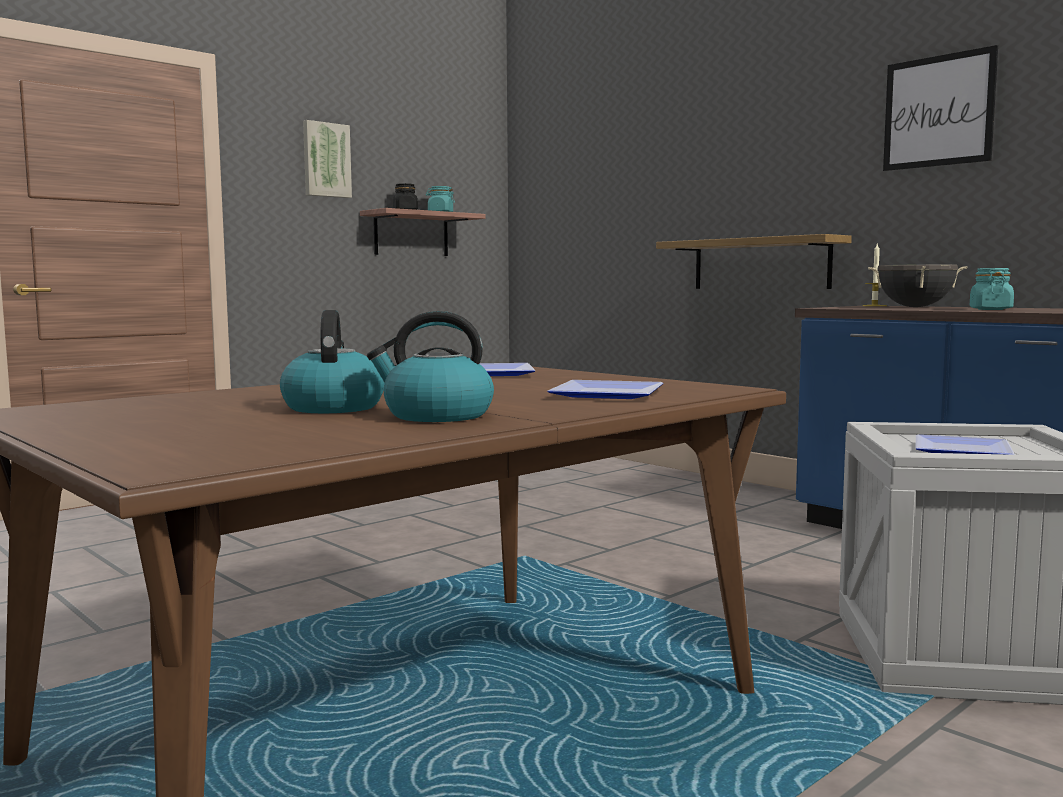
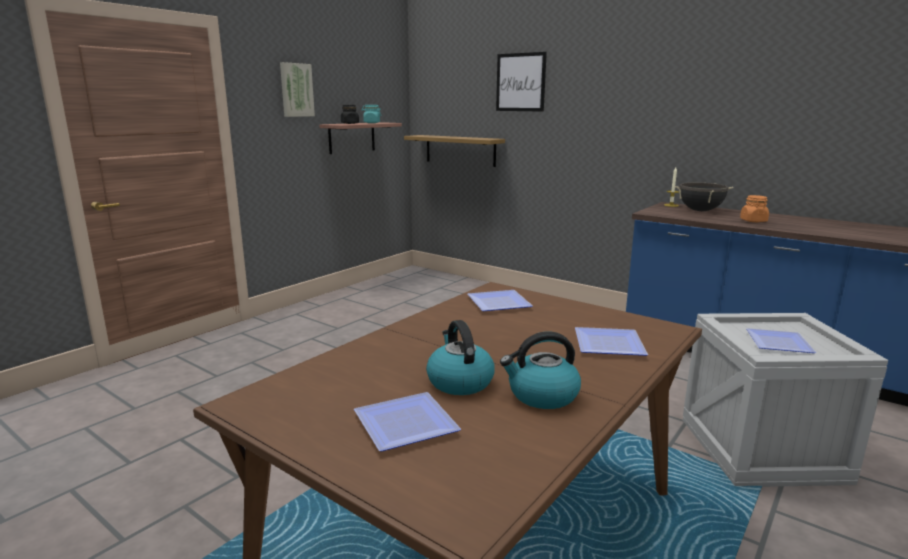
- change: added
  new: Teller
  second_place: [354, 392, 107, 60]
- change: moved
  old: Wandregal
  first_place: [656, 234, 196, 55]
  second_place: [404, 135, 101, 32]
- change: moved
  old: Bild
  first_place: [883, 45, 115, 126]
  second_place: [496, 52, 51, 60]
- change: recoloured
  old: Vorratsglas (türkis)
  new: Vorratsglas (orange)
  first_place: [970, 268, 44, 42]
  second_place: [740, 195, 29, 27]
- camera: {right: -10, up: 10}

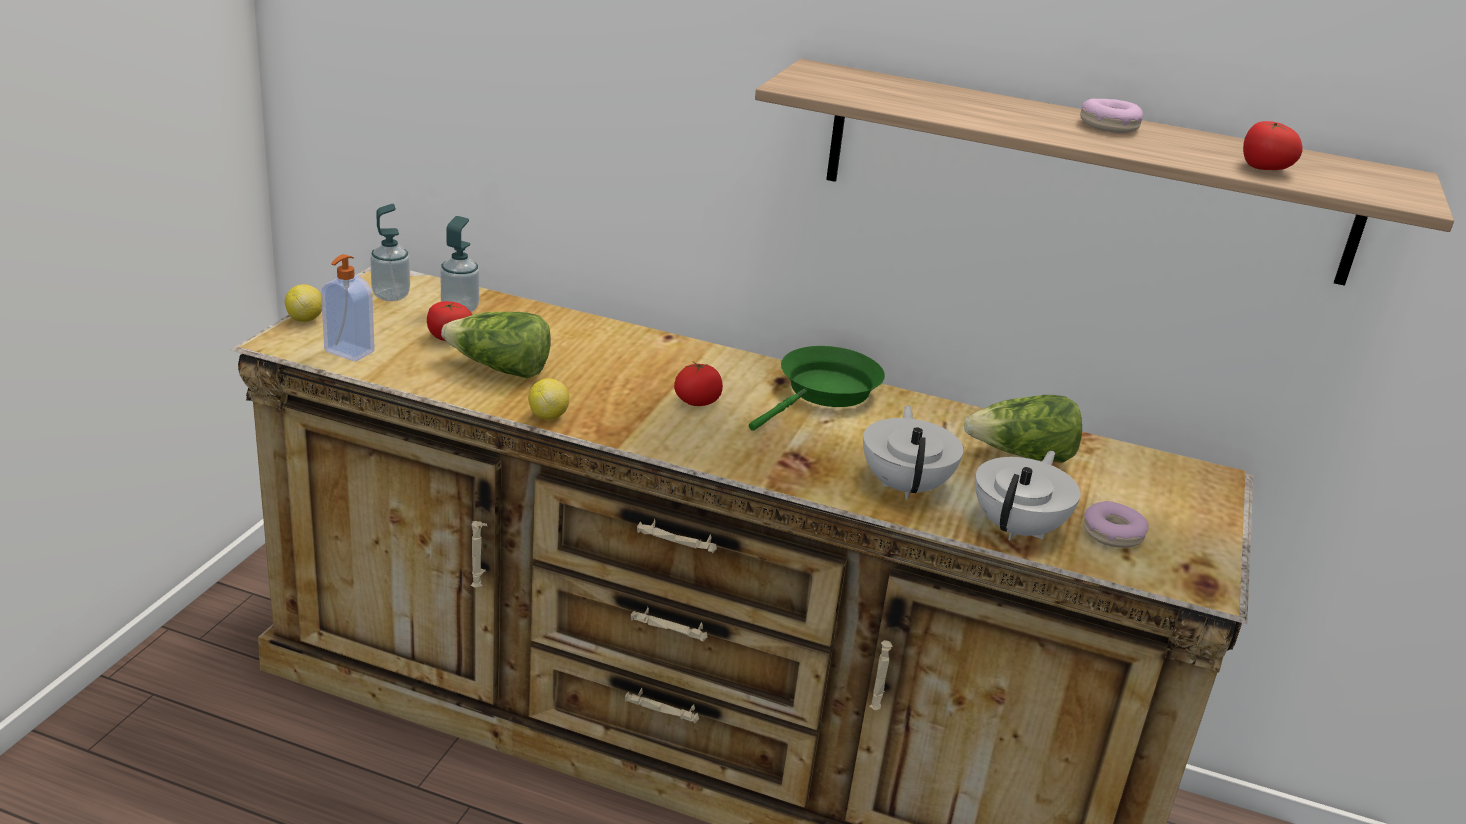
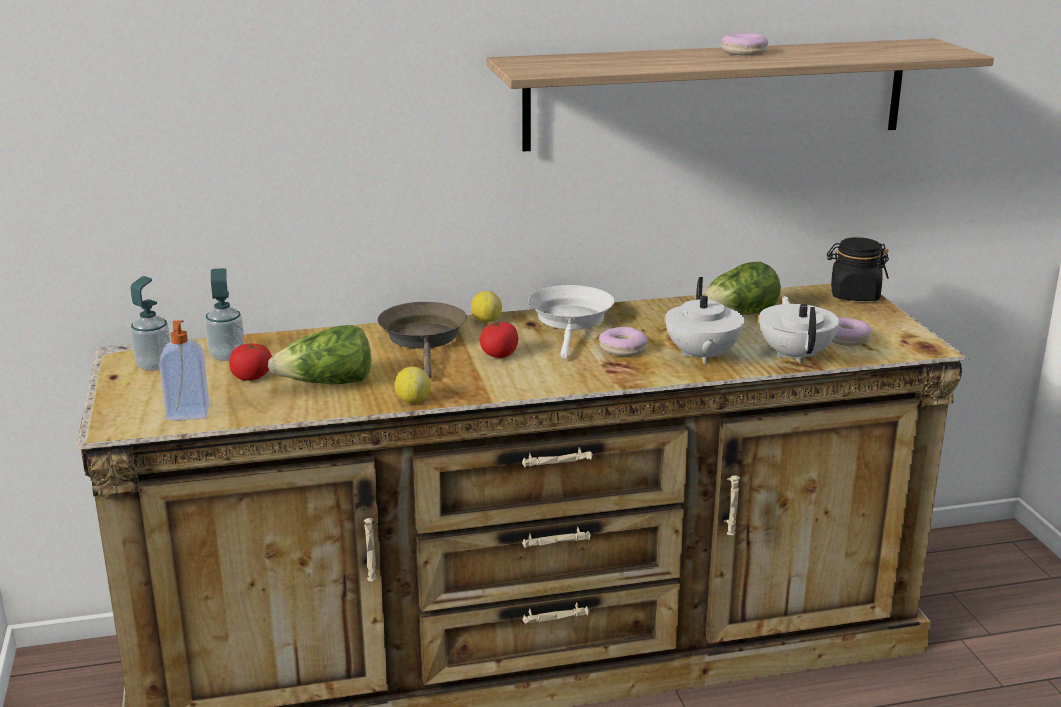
- change: removed
  old: Tomate
  first_place: [1243, 121, 59, 49]
- change: added
  new: Pfanne (braun)
  second_place: [378, 302, 89, 77]
- change: added
  new: Donut
  second_place: [599, 327, 49, 29]
- change: added
  new: Vorratsglas (schwarz)
  second_place: [827, 237, 62, 64]
- change: moved
  old: Zitrone
  first_place: [285, 284, 37, 38]
  second_place: [471, 291, 31, 31]
- change: recoloured
  old: Pfanne (grün)
  new: Pfanne (weiß)
  first_place: [749, 346, 136, 85]
  second_place: [528, 285, 86, 74]
- change: turned
  old: Teekanne (weiß)
  first_place: [863, 405, 100, 95]
  second_place: [665, 277, 79, 87]
  degrees: -150
- camera: {right: -30, up: -5}

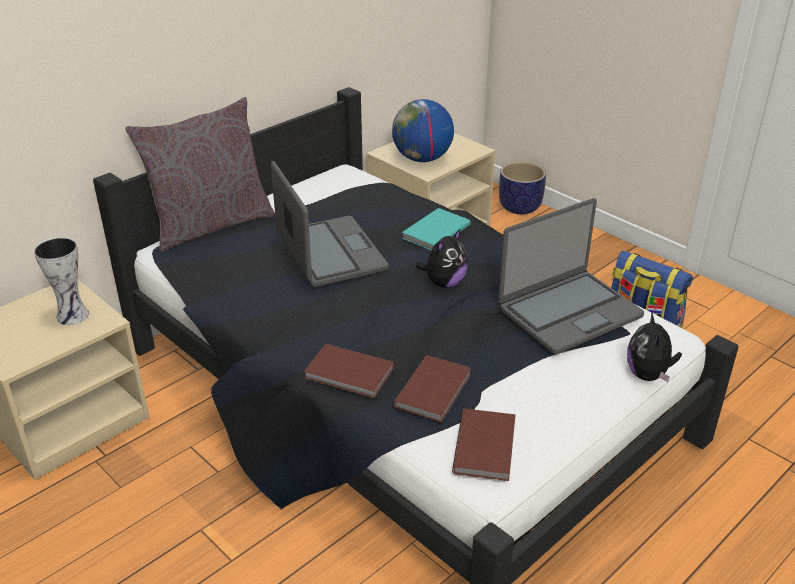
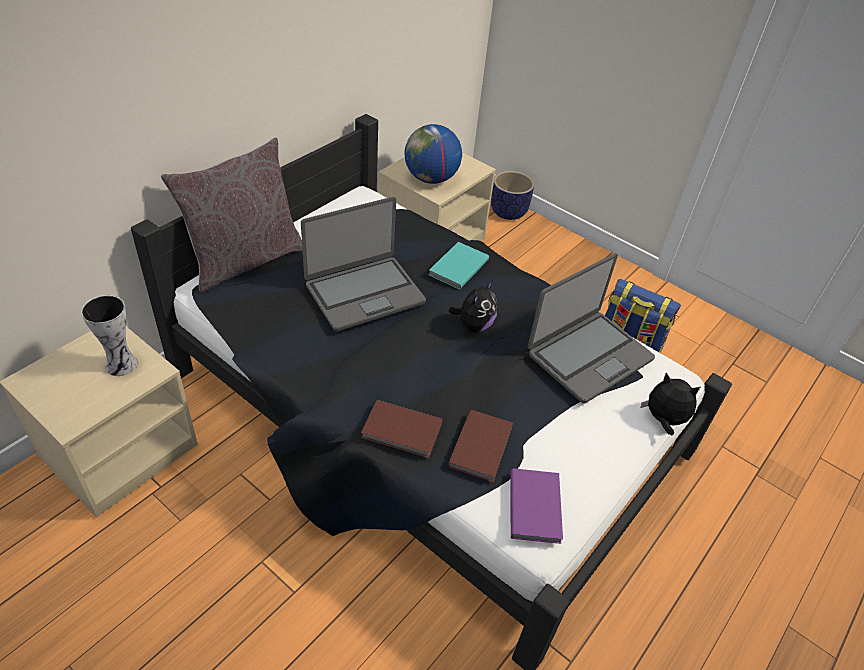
- change: recoloured
  old: Buch (braun)
  new: Buch (lila)
  first_place: [452, 409, 64, 72]
  second_place: [510, 468, 53, 76]
- change: turned
  old: Laptop
  first_place: [271, 161, 118, 126]
  second_place: [301, 197, 125, 135]
  degrees: 90
- change: turned
  old: Plüschtier
  first_place: [627, 311, 55, 71]
  second_place: [641, 372, 59, 64]
  degrees: 120
- camera: {right: -10, up: 10}

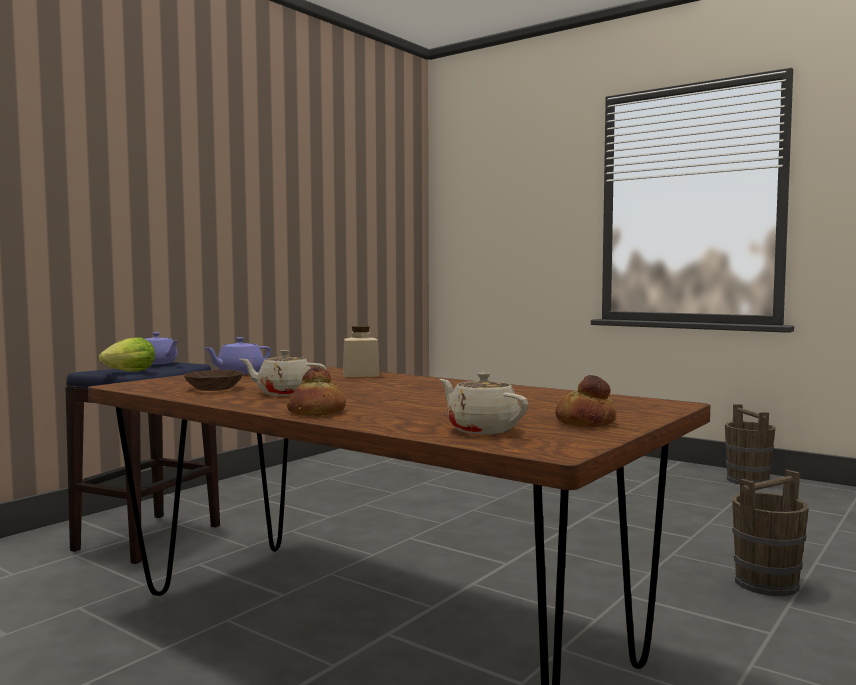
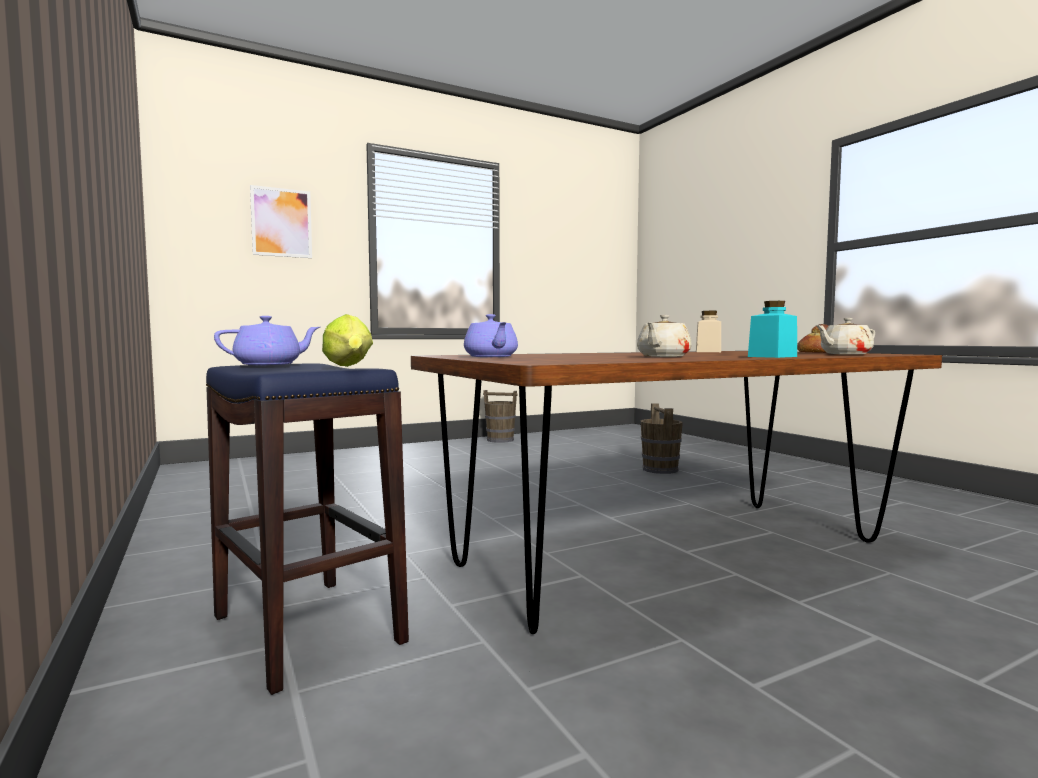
- change: removed
  old: Schüssel (braun)
  first_place: [184, 370, 60, 21]
- change: added
  new: Bild
  second_place: [250, 185, 62, 73]
- change: moved
  old: Vorratsglas (beige)
  first_place: [343, 326, 37, 51]
  second_place: [696, 311, 25, 41]
- change: replaced
  old: Brot
  new: Vorratsglas (türkis)
  first_place: [287, 367, 59, 48]
  second_place: [748, 301, 49, 57]
- camera: {right: -65, up: 0}

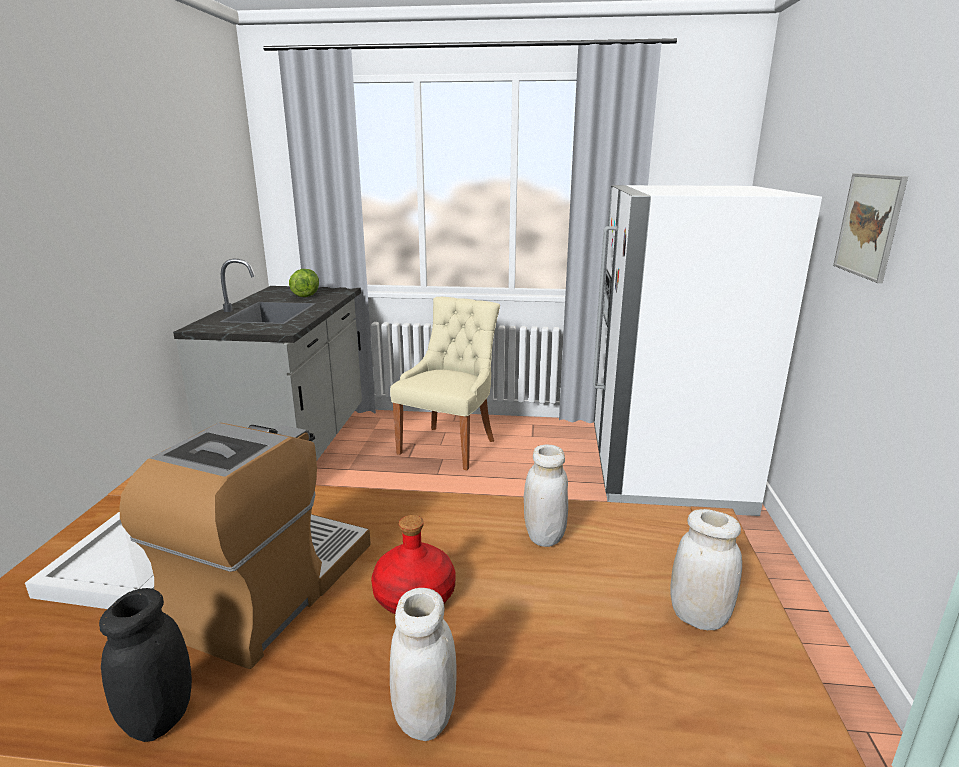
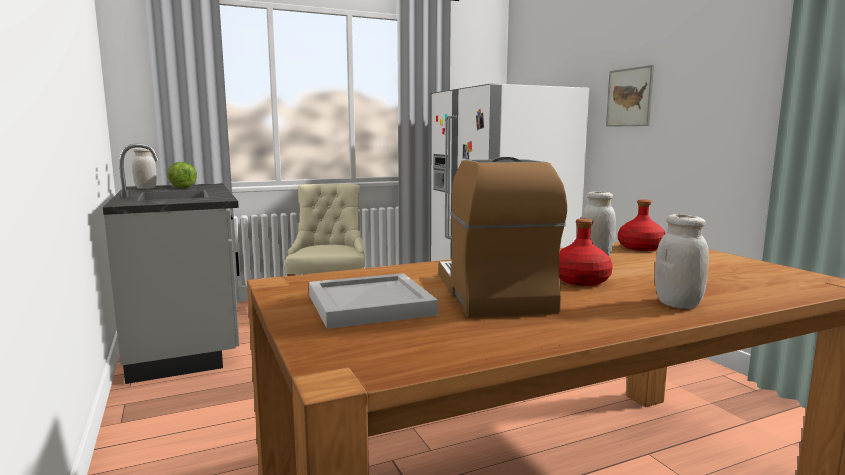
- change: removed
  old: Vorratsglas (schwarz)
  first_place: [99, 588, 93, 154]
- change: added
  new: Flasche (rot)
  second_place: [618, 200, 47, 51]
- change: moved
  old: Vorratsglas (weiß)
  first_place: [670, 509, 72, 121]
  second_place: [132, 148, 25, 41]
- camera: {right: -30, up: -10}

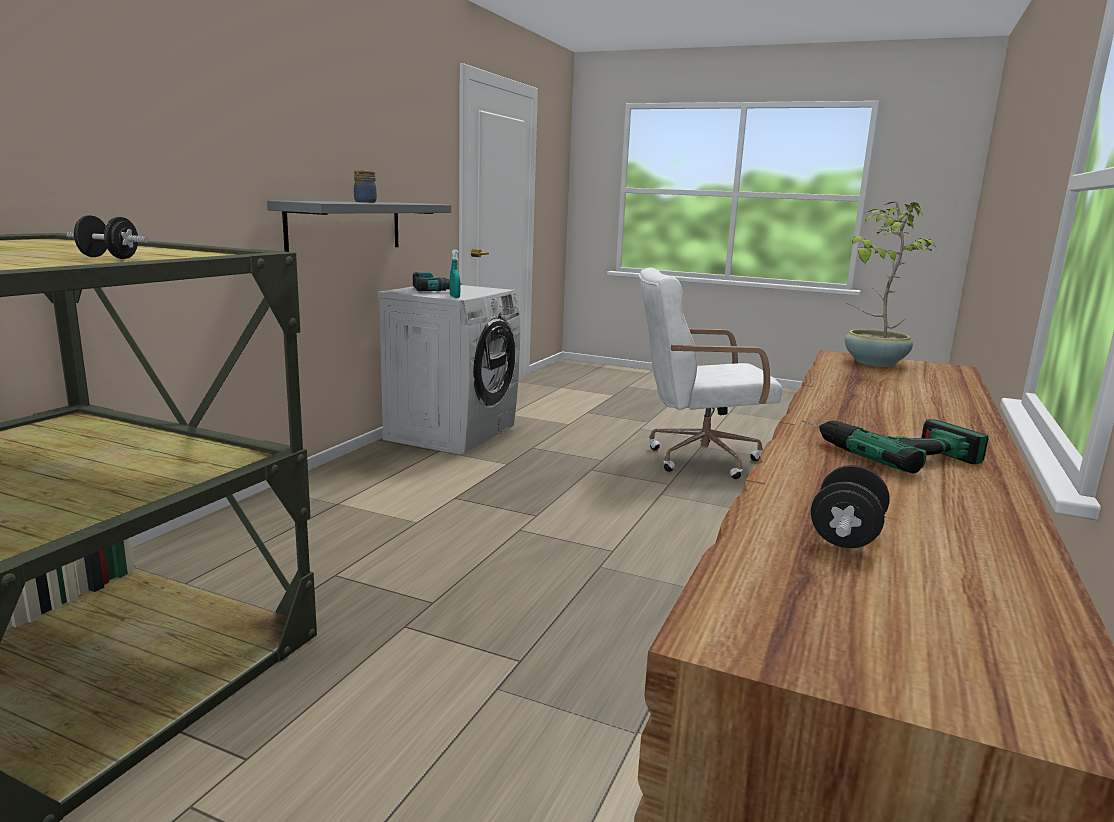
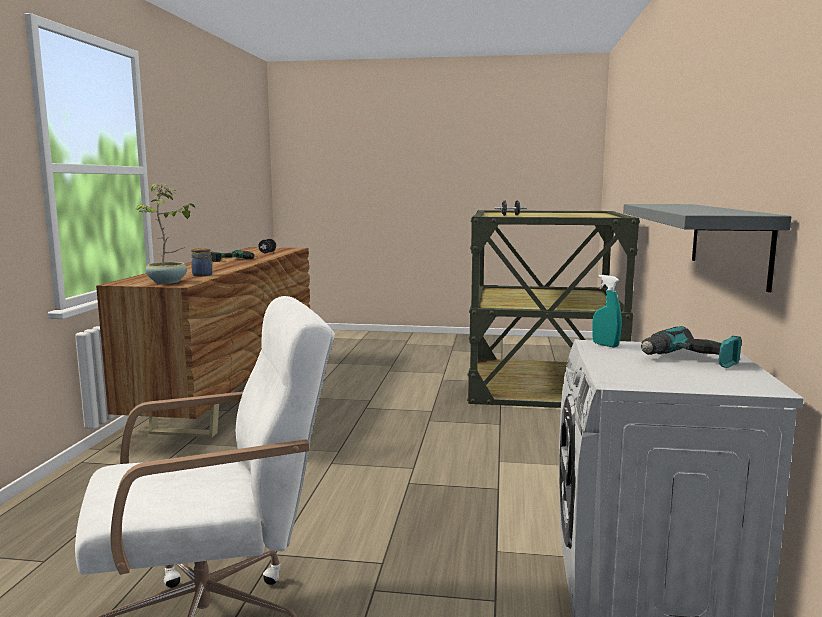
- change: moved
  old: Vorratsglas
  first_place: [354, 170, 23, 33]
  second_place: [191, 248, 22, 28]
- camera: {right: 165, up: -5}

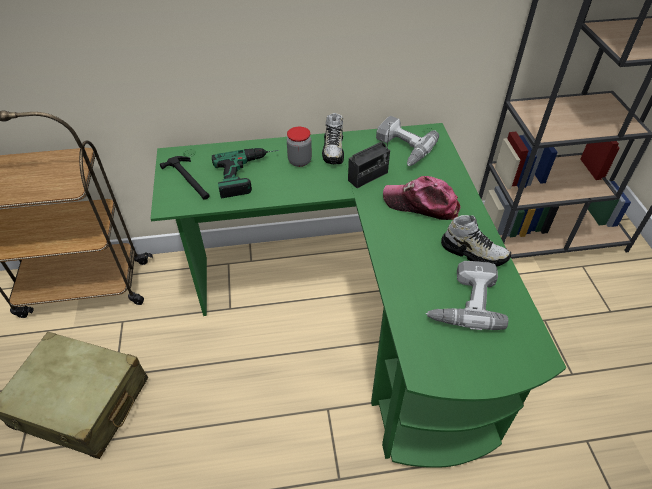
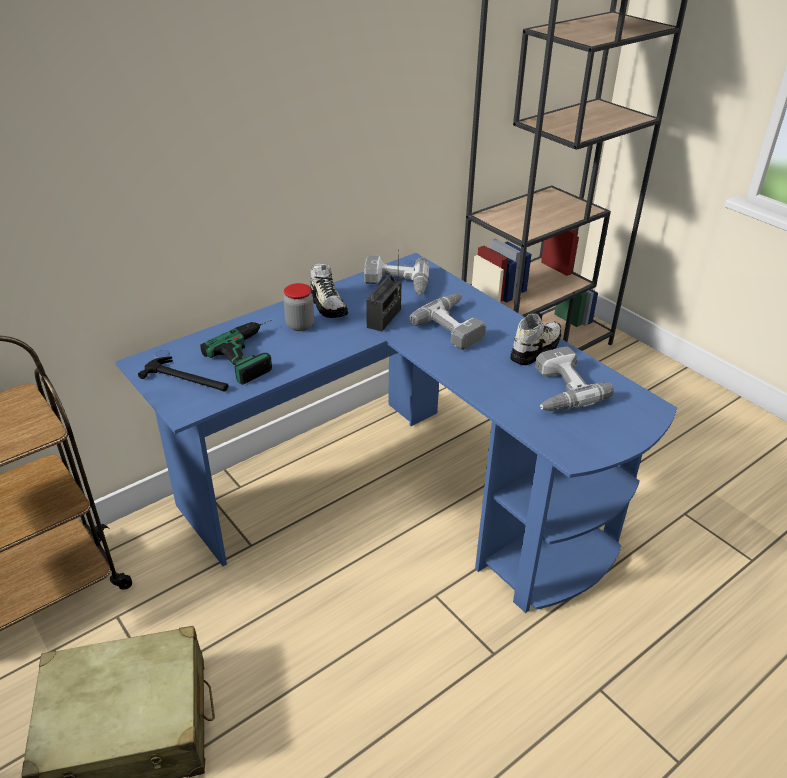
- change: replaced
  old: Kappe
  new: Bohrmaschine
  first_place: [383, 176, 78, 44]
  second_place: [409, 294, 77, 56]
- change: recoloured
  old: Schreibtisch (grün)
  new: Schreibtisch (blau)
  first_place: [151, 123, 415, 345]
  second_place: [115, 253, 562, 360]
- change: turned
  old: Schuh
  first_place: [441, 215, 70, 52]
  second_place: [510, 313, 51, 52]
  degrees: -45
- camera: {right: -30, up: -10}

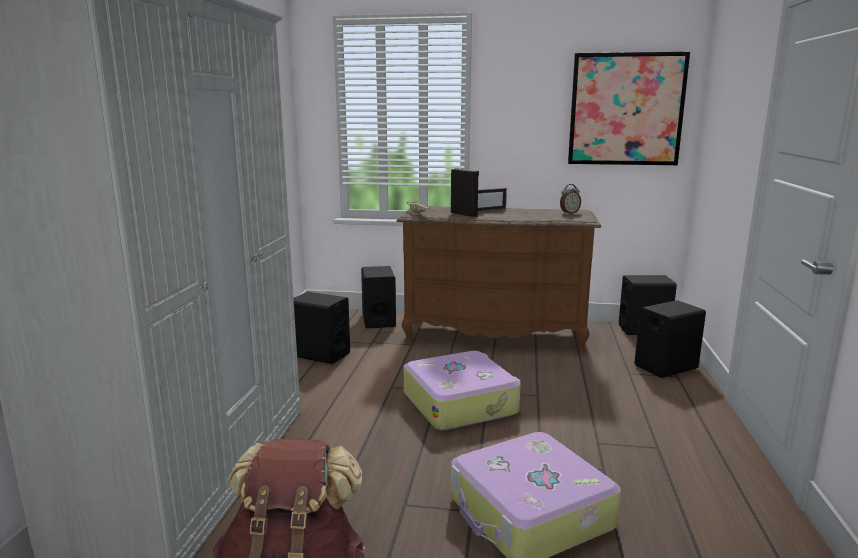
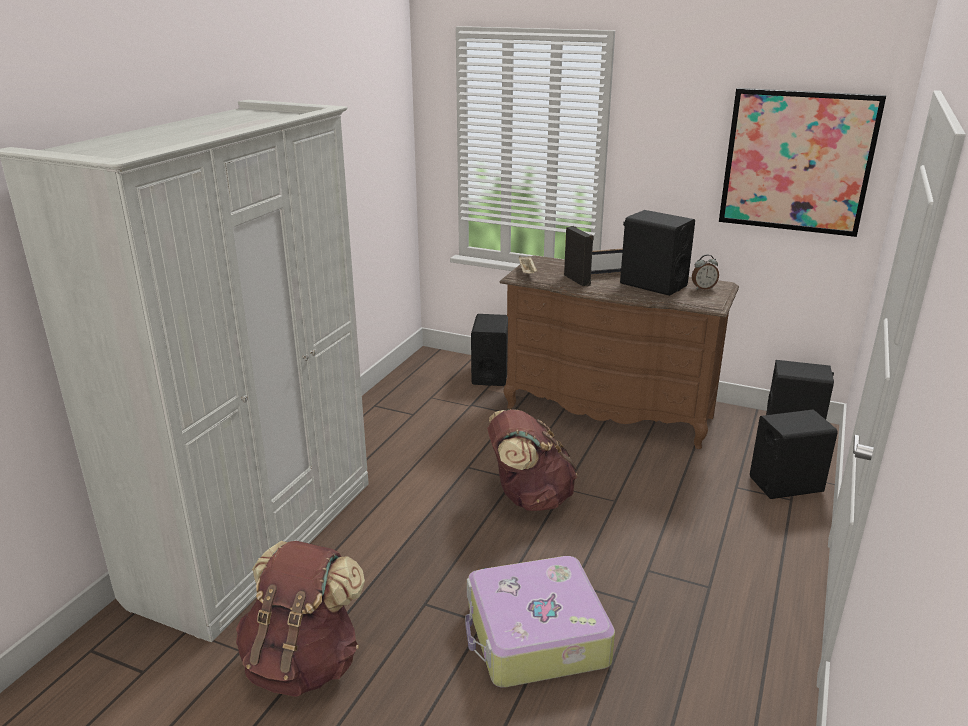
- change: moved
  old: Lautsprecher (schwarz)
  first_place: [293, 292, 57, 72]
  second_place: [620, 210, 75, 86]
- change: replaced
  old: Koffer
  new: Rucksack (braun)
  first_place: [404, 351, 117, 80]
  second_place: [487, 409, 91, 102]
- camera: {right: 15, up: 10}

